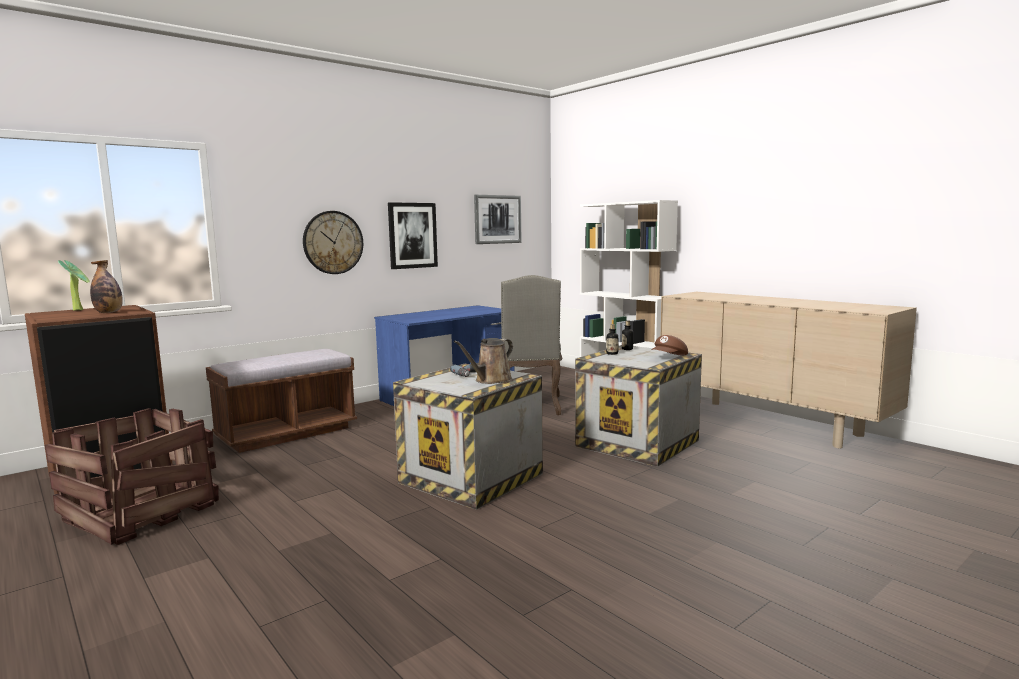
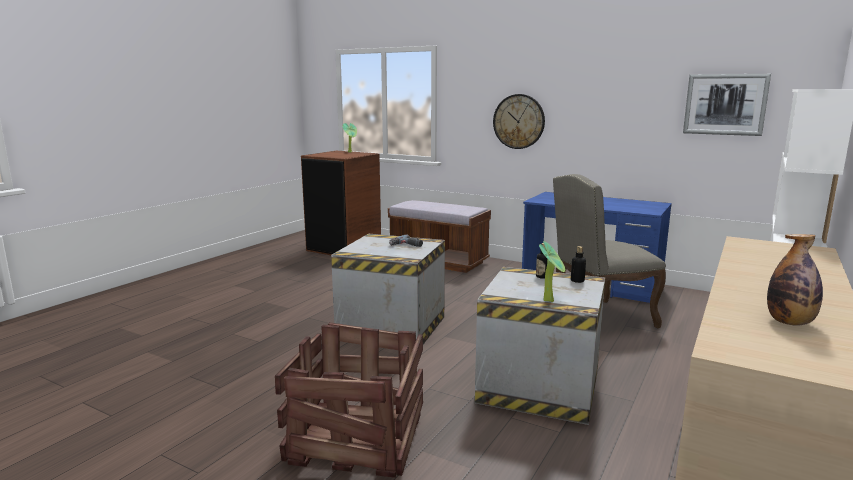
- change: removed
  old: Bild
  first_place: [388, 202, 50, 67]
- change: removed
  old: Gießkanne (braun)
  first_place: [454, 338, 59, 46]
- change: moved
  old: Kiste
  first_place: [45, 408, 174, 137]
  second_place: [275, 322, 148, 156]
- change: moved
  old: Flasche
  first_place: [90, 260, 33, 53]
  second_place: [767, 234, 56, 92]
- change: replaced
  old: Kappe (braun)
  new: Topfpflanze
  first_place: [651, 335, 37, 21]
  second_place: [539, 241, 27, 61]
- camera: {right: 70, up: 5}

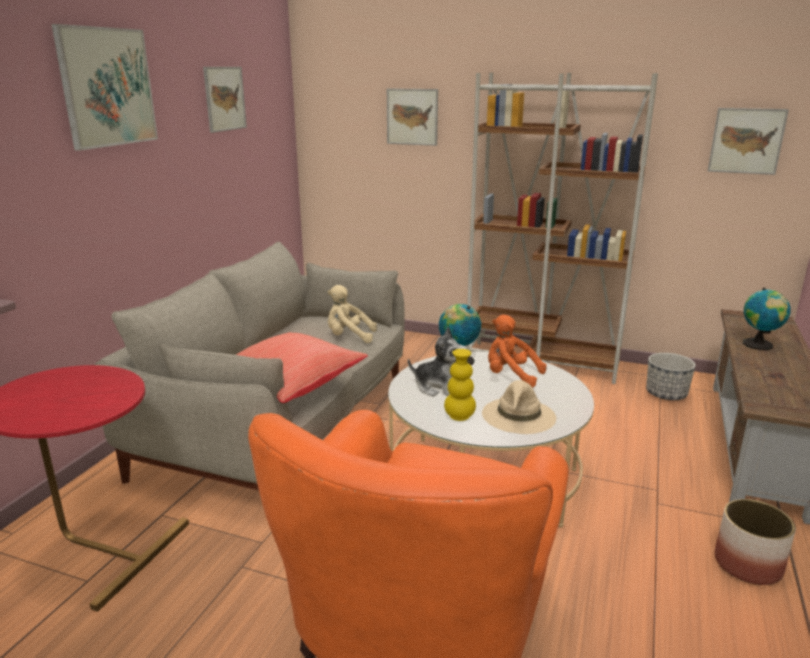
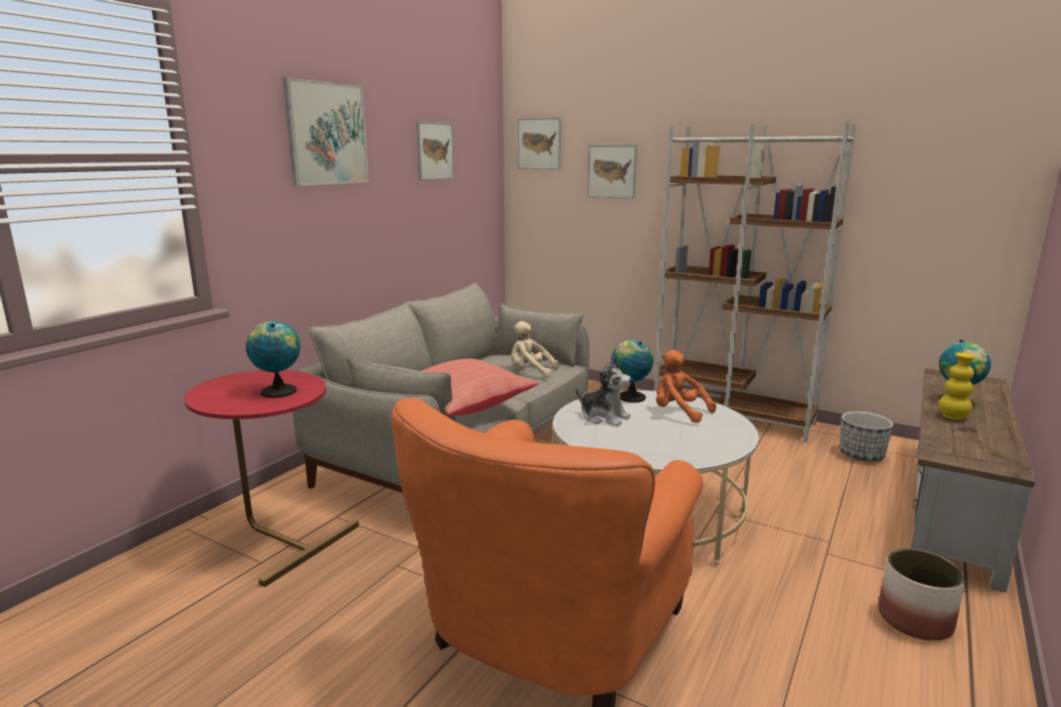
- change: removed
  old: Hut (beige)
  first_place: [482, 380, 74, 54]
- change: added
  new: Globus
  second_place: [246, 321, 55, 77]
- change: moved
  old: Vase (gelb)
  first_place: [444, 349, 32, 72]
  second_place: [938, 352, 37, 68]
- change: moved
  old: Bild
  first_place: [708, 108, 81, 67]
  second_place: [517, 117, 44, 53]
- camera: {right: 10, up: -5}

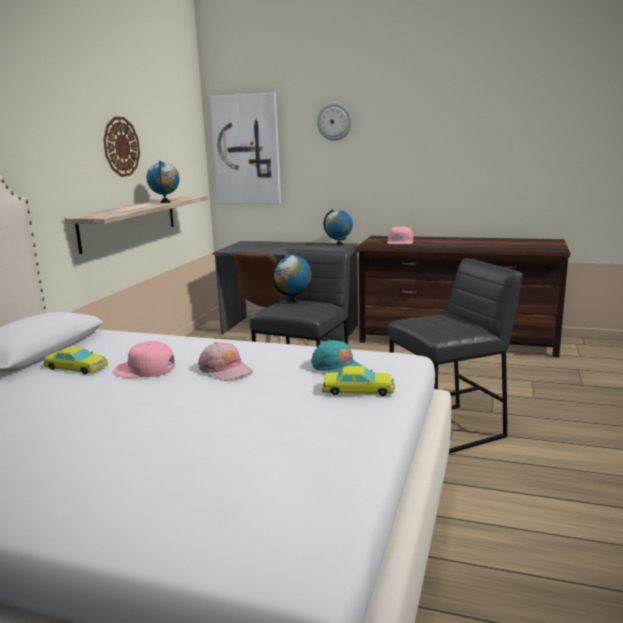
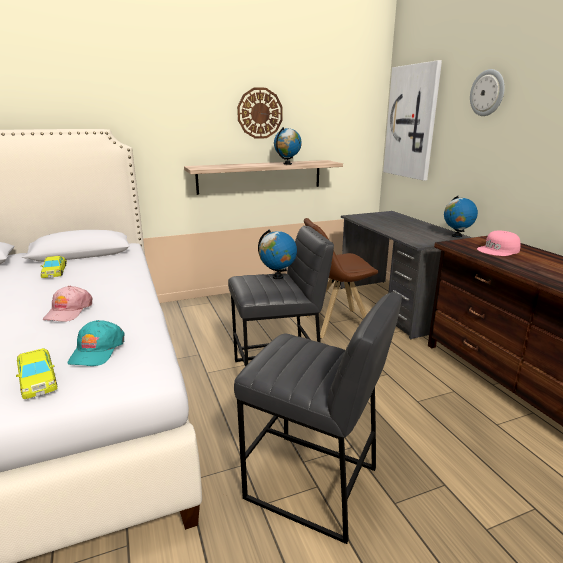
- change: removed
  old: Kappe (rosa)
  first_place: [114, 341, 61, 37]
- camera: {right: 50, up: 5}

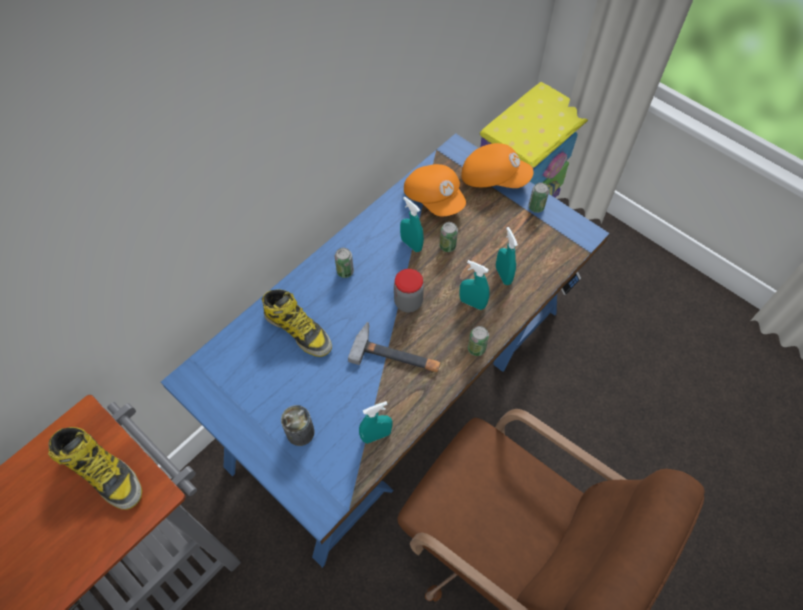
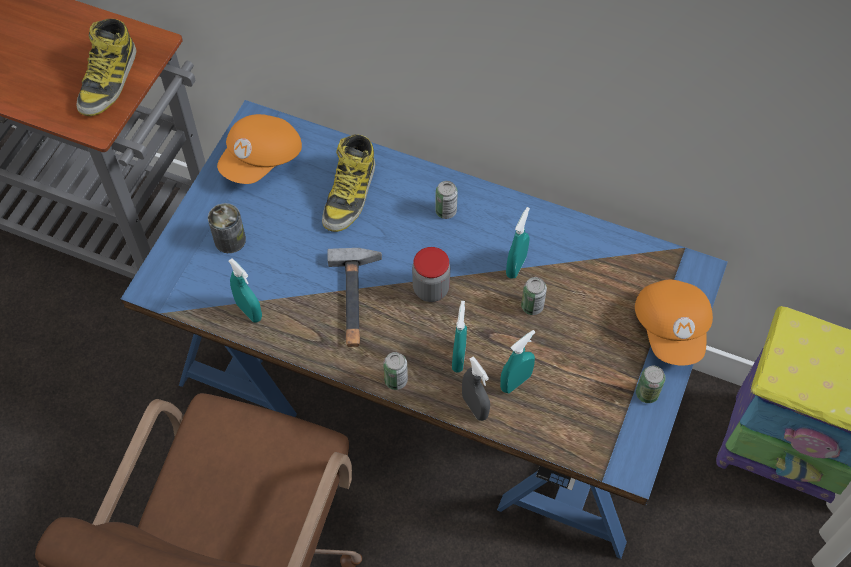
- change: added
  new: Sprühflasche (grau)
  second_place: [462, 356, 28, 65]
- change: moved
  old: Kappe (orange)
  first_place: [404, 164, 62, 52]
  second_place: [217, 114, 85, 70]
- camera: {right: 70, up: 0}

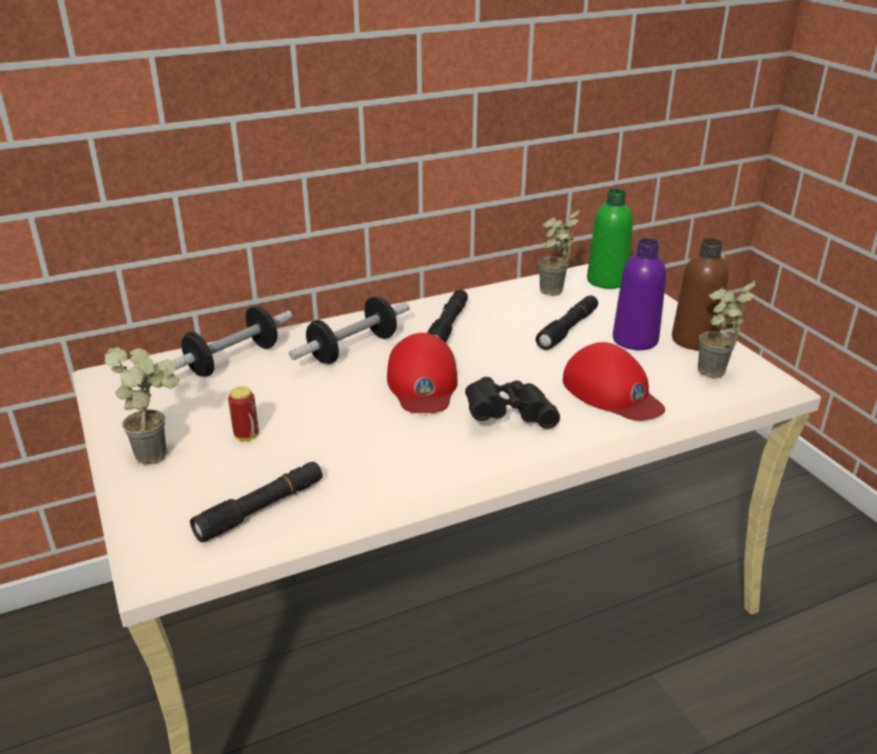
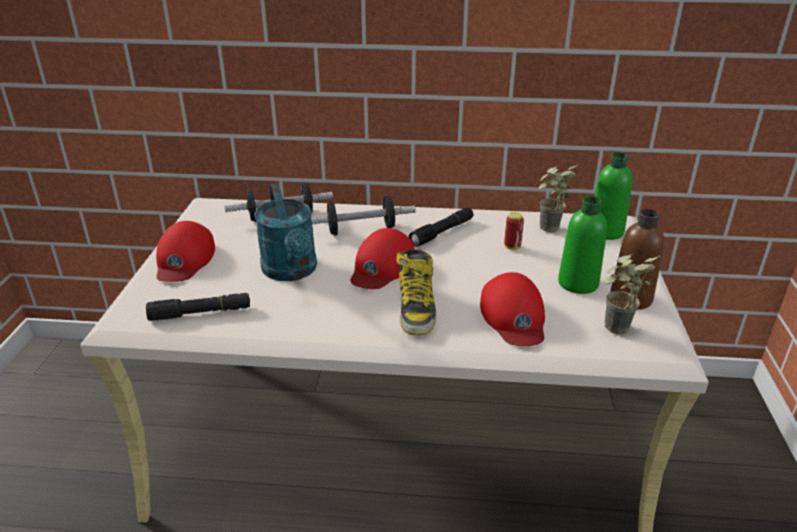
- change: removed
  old: Taschenlampe (schwarz)
  first_place: [536, 296, 62, 54]
- change: added
  new: Gießkanne (türkis)
  second_place: [254, 184, 63, 97]
- change: moved
  old: Dose
  first_place: [228, 386, 31, 55]
  second_place: [504, 212, 20, 38]
- change: replaced
  old: Topfpflanze
  new: Kappe (rot)
  first_place: [104, 347, 75, 118]
  second_place: [156, 221, 59, 61]
- change: replaced
  old: Fernglas (schwarz)
  new: Stiefel
  first_place: [465, 377, 95, 52]
  second_place: [396, 249, 41, 87]
- change: recoloured
  old: Flasche (lila)
  new: Flasche (grün)
  first_place: [613, 238, 53, 112]
  second_place: [558, 196, 49, 98]
- camera: {right: 30, up: 0}

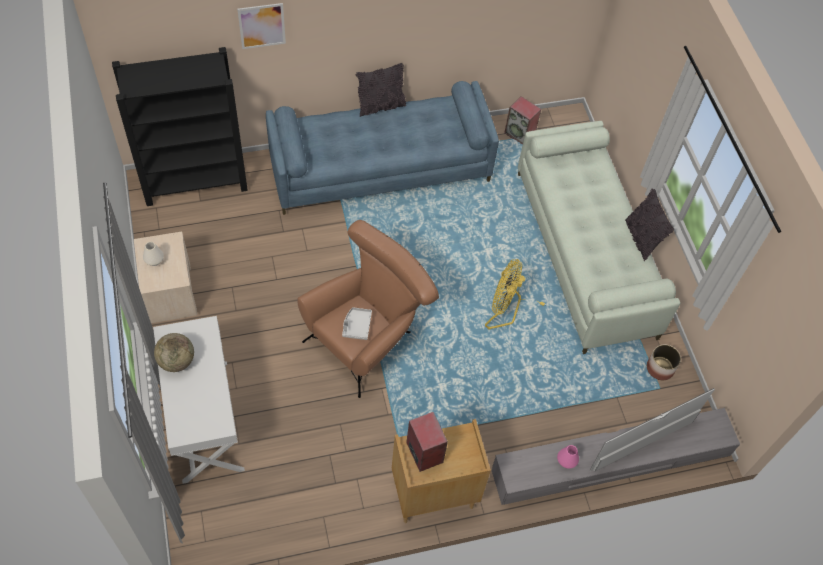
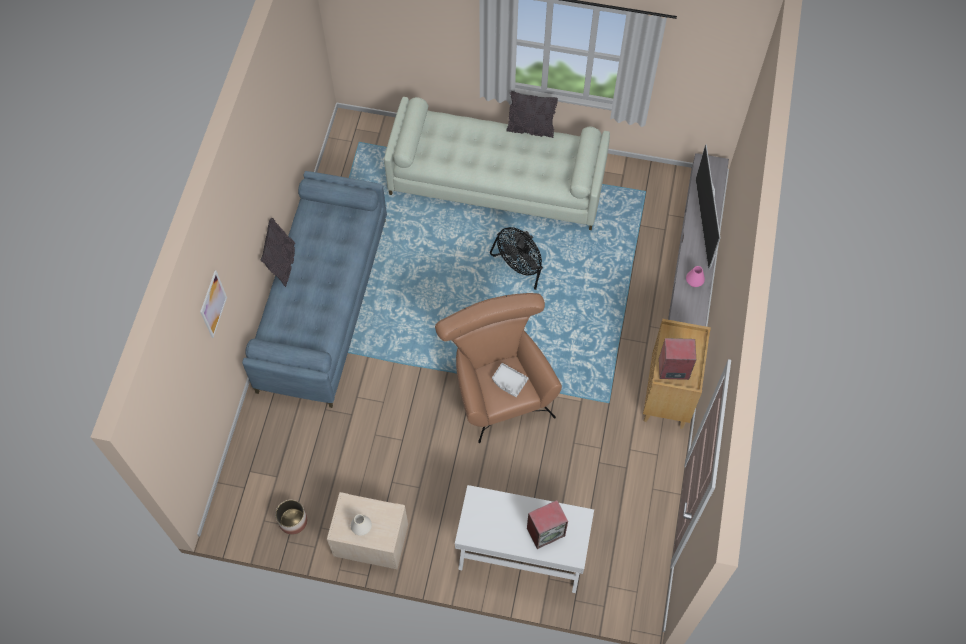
- change: removed
  old: Bücherregal (schwarz)
  first_place: [112, 47, 136, 159]
- change: removed
  old: Globus
  first_place: [154, 333, 40, 39]
- change: moved
  old: Lautsprecher
  first_place: [504, 96, 37, 49]
  second_place: [527, 500, 41, 49]
- change: moved
  old: Pflanzkübel
  first_place: [647, 344, 34, 36]
  second_place: [275, 500, 32, 35]
- change: recoloured
  old: Ventilator (gelb)
  new: Ventilator (schwarz)
  first_place: [485, 259, 60, 71]
  second_place: [490, 227, 53, 63]
- camera: {right: -60, up: 5}

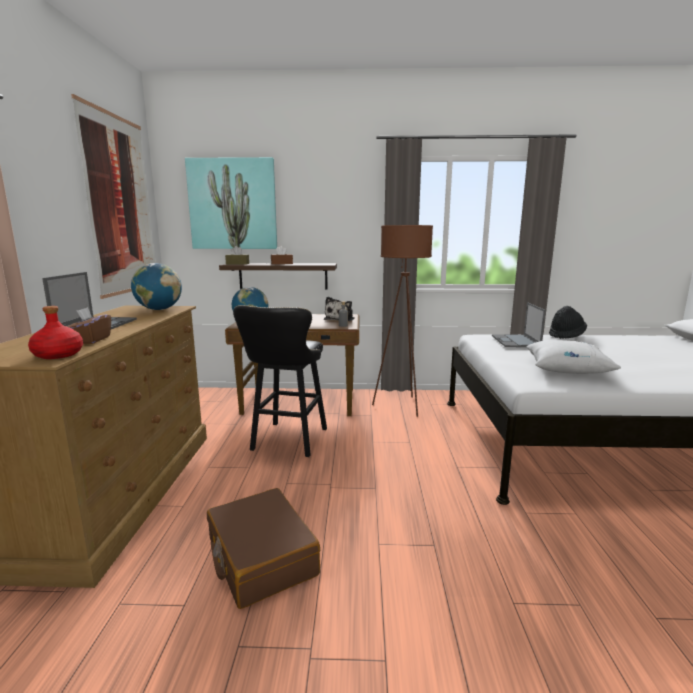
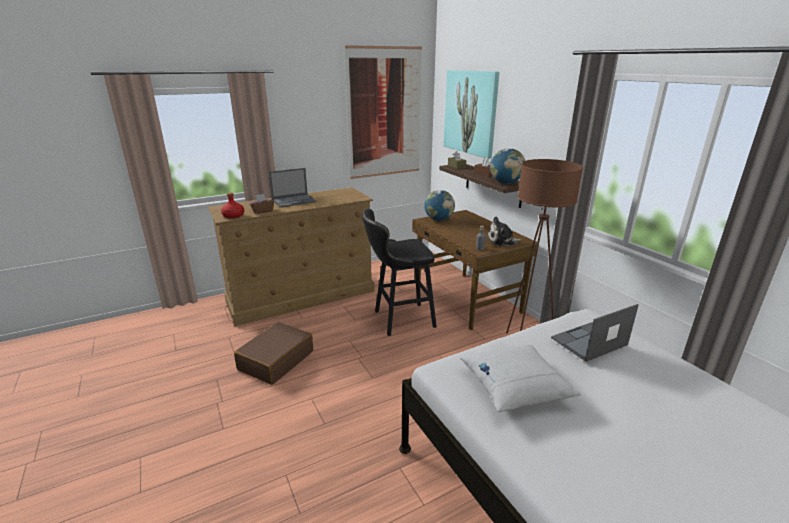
- change: removed
  old: Hut (schwarz)
  first_place: [549, 306, 38, 33]
- change: moved
  old: Globus
  first_place: [131, 263, 51, 47]
  second_place: [490, 148, 35, 36]
- camera: {right: 60, up: 10}

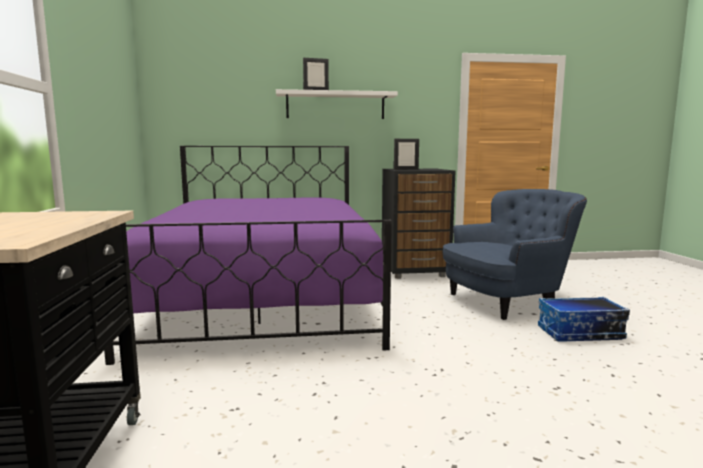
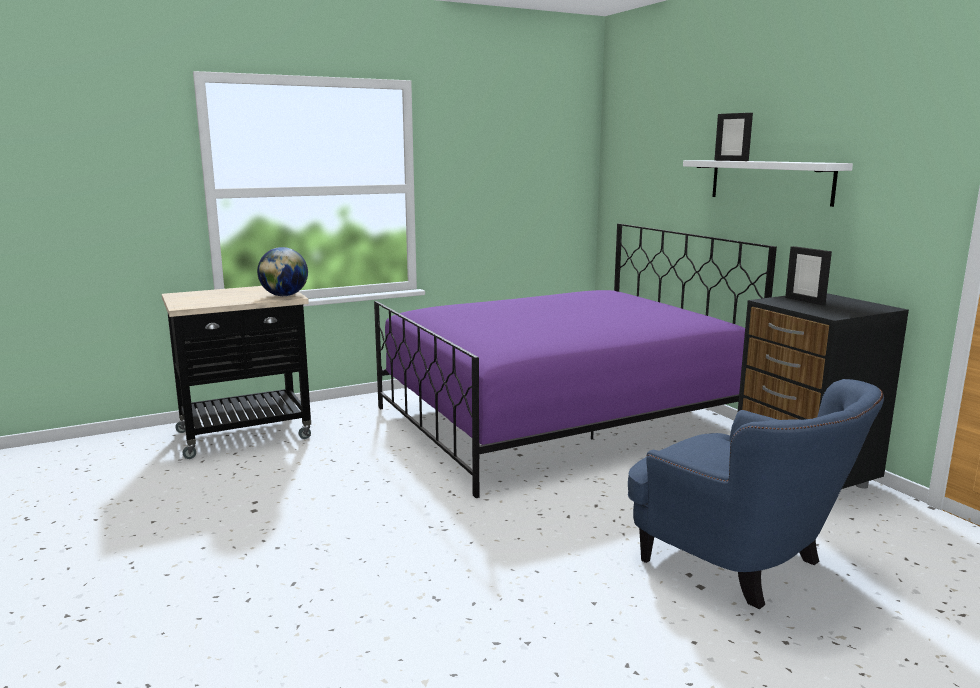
- change: removed
  old: Aufbewahrungsbox
  first_place: [538, 297, 92, 45]
- change: added
  new: Globus
  second_place: [257, 247, 51, 49]
- camera: {right: 70, up: 5}

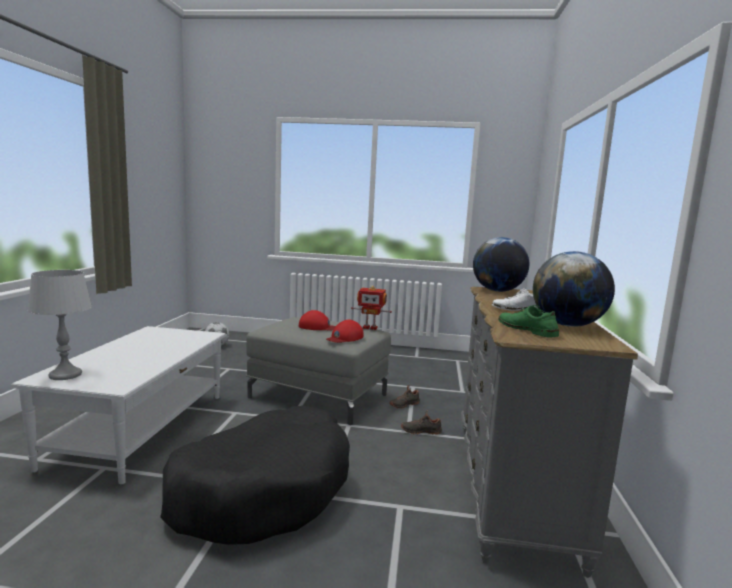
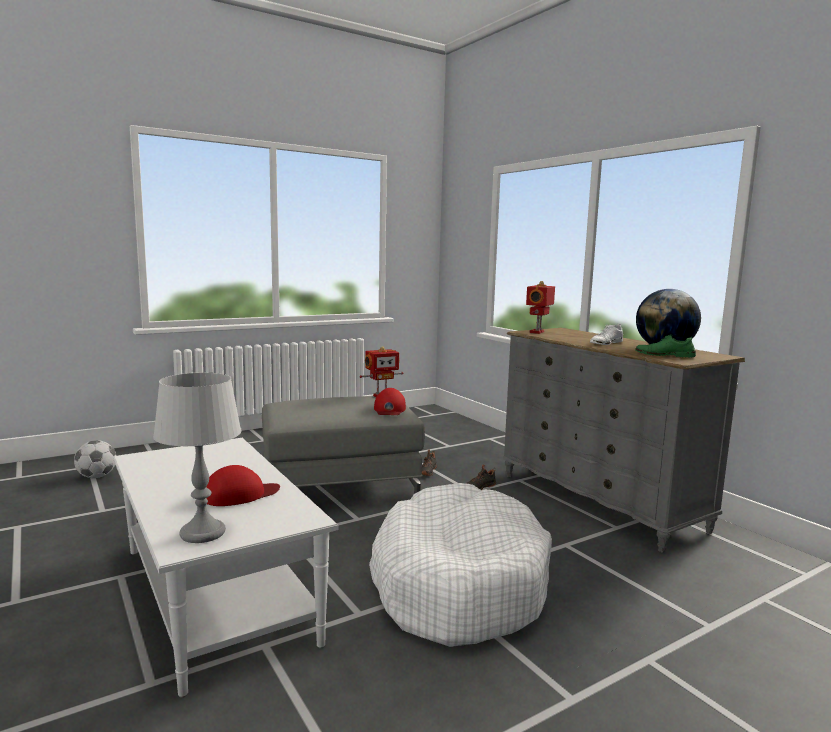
- change: moved
  old: Kappe (rot)
  first_place: [299, 310, 37, 21]
  second_place: [207, 465, 73, 41]
- change: replaced
  old: Globus
  new: Spielzeugroboter
  first_place: [473, 237, 56, 55]
  second_place: [526, 281, 29, 53]
- change: recoloured
  old: Hundebett (schwarz)
  new: Hundebett (weiß)
  first_place: [160, 406, 190, 139]
  second_place: [369, 483, 183, 164]
- camera: {right: -40, up: 0}

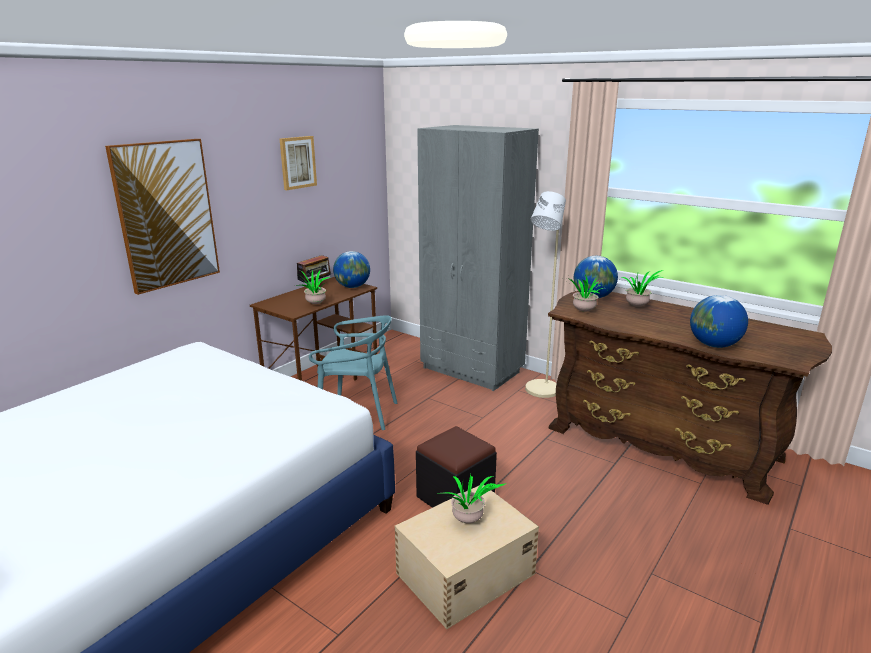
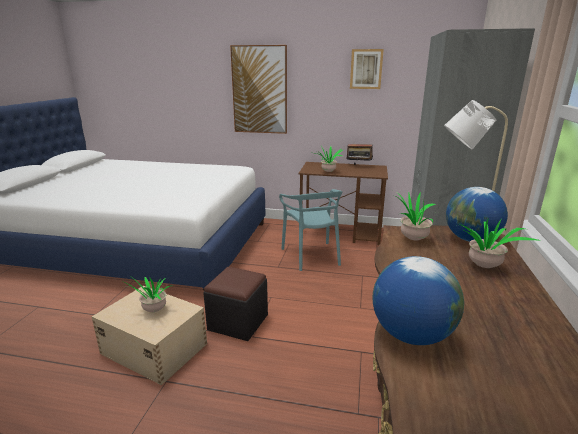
- change: removed
  old: Globus
  first_place: [333, 251, 37, 37]
- camera: {right: 65, up: 0}

